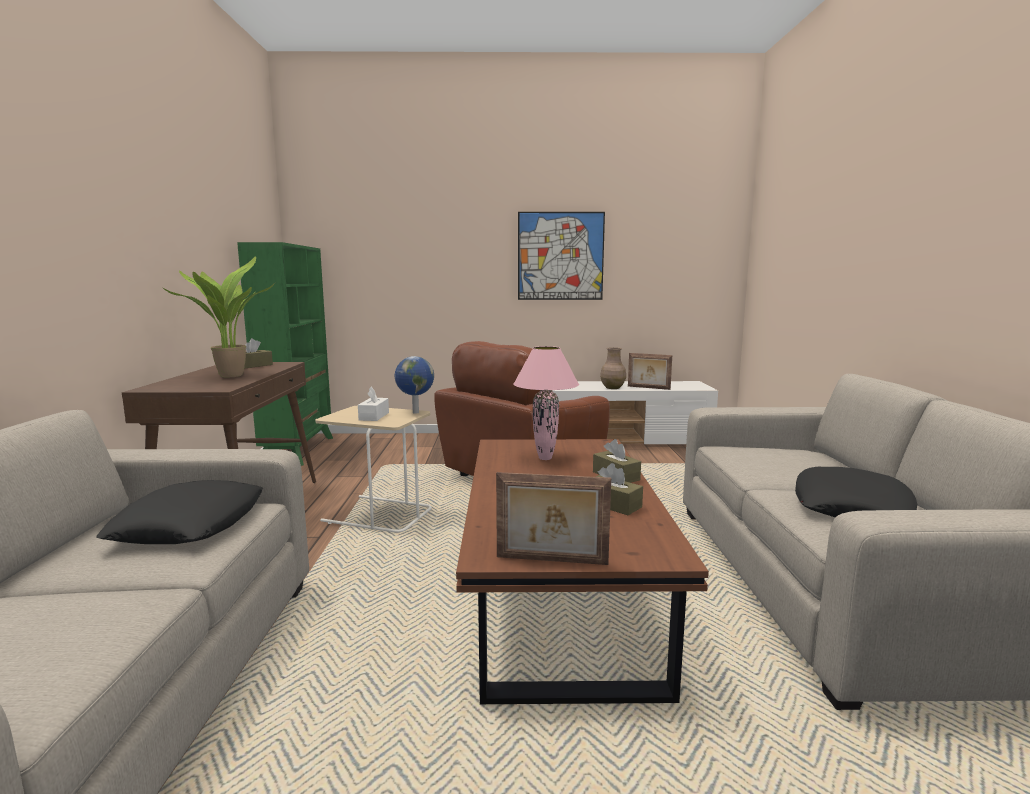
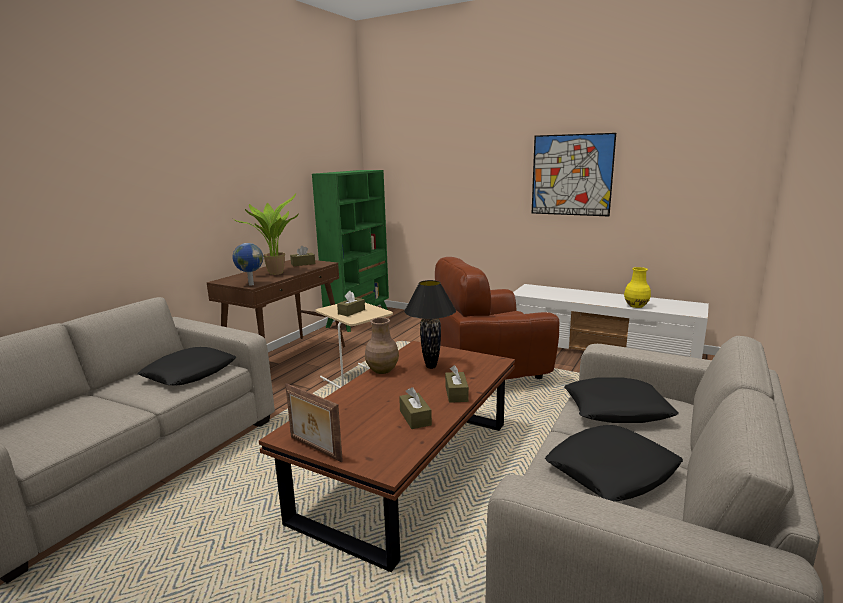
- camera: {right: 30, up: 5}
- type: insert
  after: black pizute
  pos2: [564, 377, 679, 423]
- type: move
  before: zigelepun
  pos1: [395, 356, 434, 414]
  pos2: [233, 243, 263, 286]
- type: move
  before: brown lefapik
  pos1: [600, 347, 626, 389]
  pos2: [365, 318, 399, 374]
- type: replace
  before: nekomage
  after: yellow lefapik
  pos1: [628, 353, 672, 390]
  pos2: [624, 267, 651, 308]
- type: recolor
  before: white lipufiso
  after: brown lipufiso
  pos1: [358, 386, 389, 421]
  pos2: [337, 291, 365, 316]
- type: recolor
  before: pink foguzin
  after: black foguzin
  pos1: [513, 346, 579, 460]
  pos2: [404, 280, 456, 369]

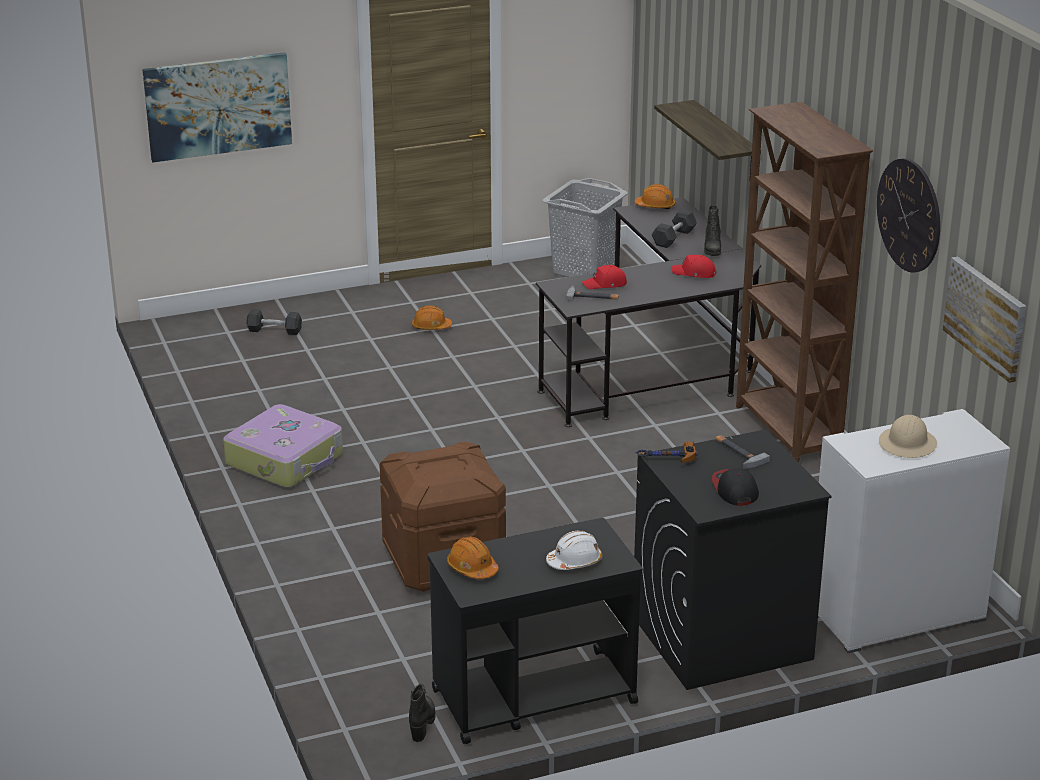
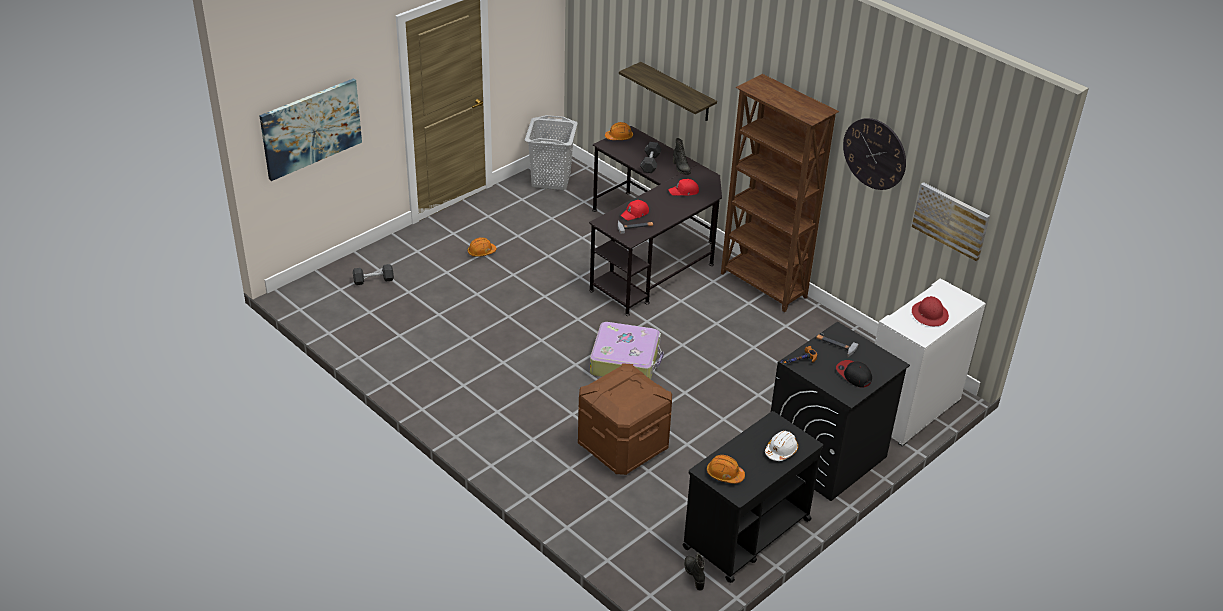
- camera: {right: -25, up: 10}
- type: move
  before: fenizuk
  pos1: [223, 404, 343, 488]
  pos2: [590, 322, 664, 379]
- type: recolor
  before: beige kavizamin
  after: red kavizamin
  pos1: [879, 415, 937, 458]
  pos2: [912, 296, 949, 326]

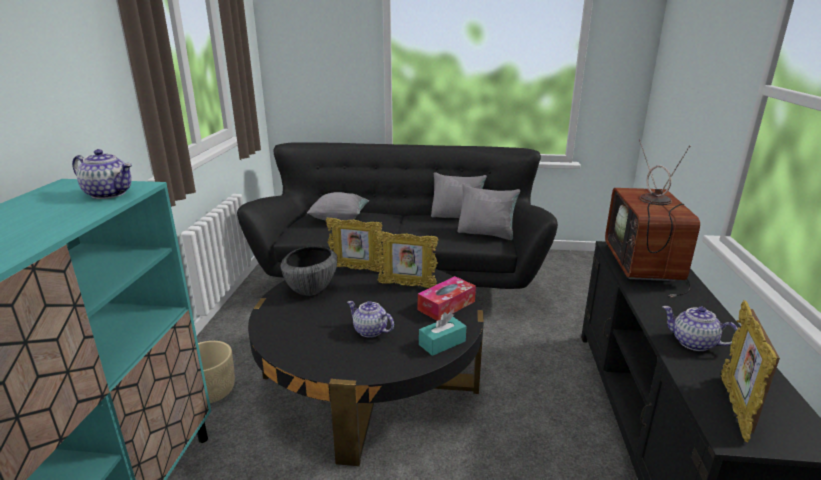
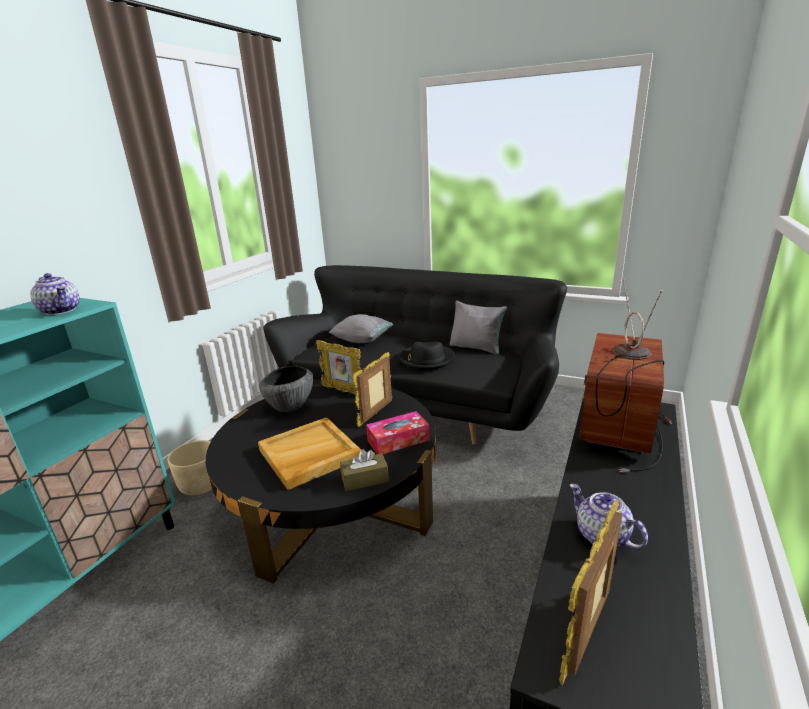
- camera: {right: 20, up: 0}
- type: delete
  before: grey pizute
  pos1: [457, 184, 520, 240]
- type: insert
  after: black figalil
  pos2: [399, 342, 455, 370]
- type: replace
  before: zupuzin
  after: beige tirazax
  pos1: [347, 301, 394, 338]
  pos2: [258, 417, 361, 490]
- type: recolor
  before: turquoise lipufiso
  after: brown lipufiso
  pos1: [419, 312, 466, 356]
  pos2: [340, 449, 389, 491]
- type: rotate
  before: nekomage
  pos1: [376, 231, 438, 288]
  pos2: [352, 352, 392, 427]
  turn: 90

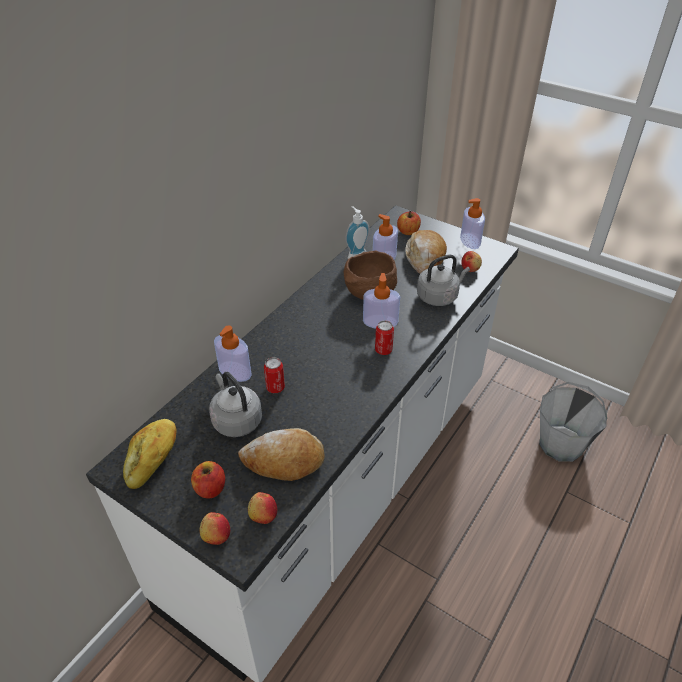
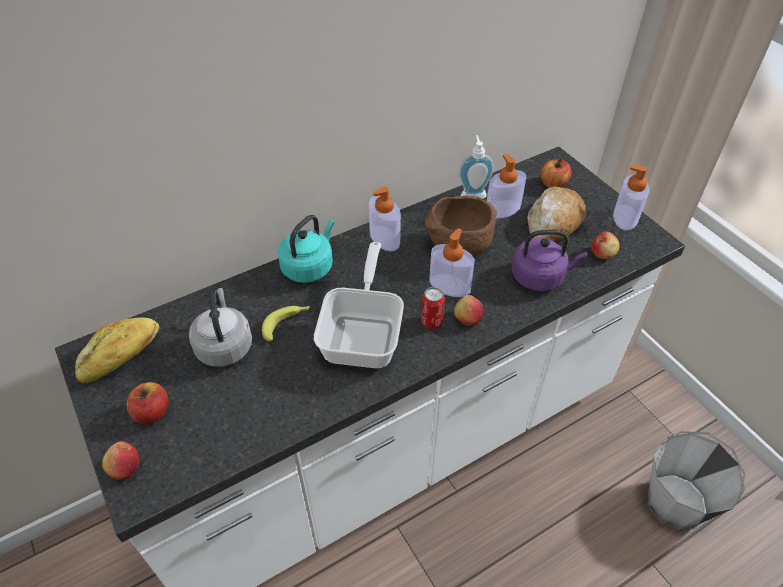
- camera: {right: 25, up: 5}
- type: delete
  before: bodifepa
  pos1: [238, 428, 325, 481]
- type: insert
  after: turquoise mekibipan
  pos2: [278, 215, 334, 283]
- type: insert
  after: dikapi
  pos2: [314, 242, 404, 368]
- type: move
  before: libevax
  pos1: [214, 325, 252, 382]
  pos2: [369, 187, 401, 252]
- type: move
  before: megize
  pos1: [248, 492, 277, 524]
  pos2: [454, 295, 483, 326]
- type: replace
  before: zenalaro
  after: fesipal
  pos1: [264, 357, 285, 393]
  pos2: [262, 306, 310, 341]
- type: recolor
  before: grey mekibipan
  after: purple mekibipan
  pos1: [417, 255, 470, 306]
  pos2: [512, 230, 587, 291]

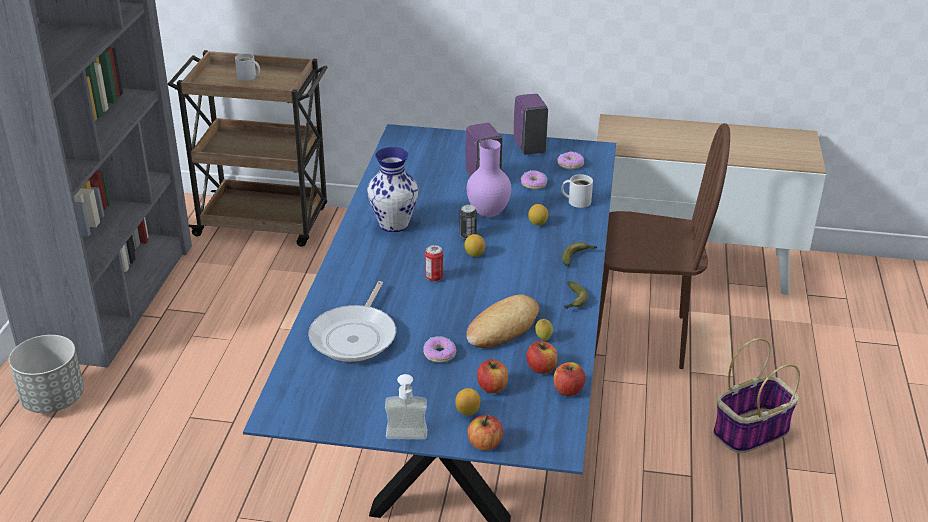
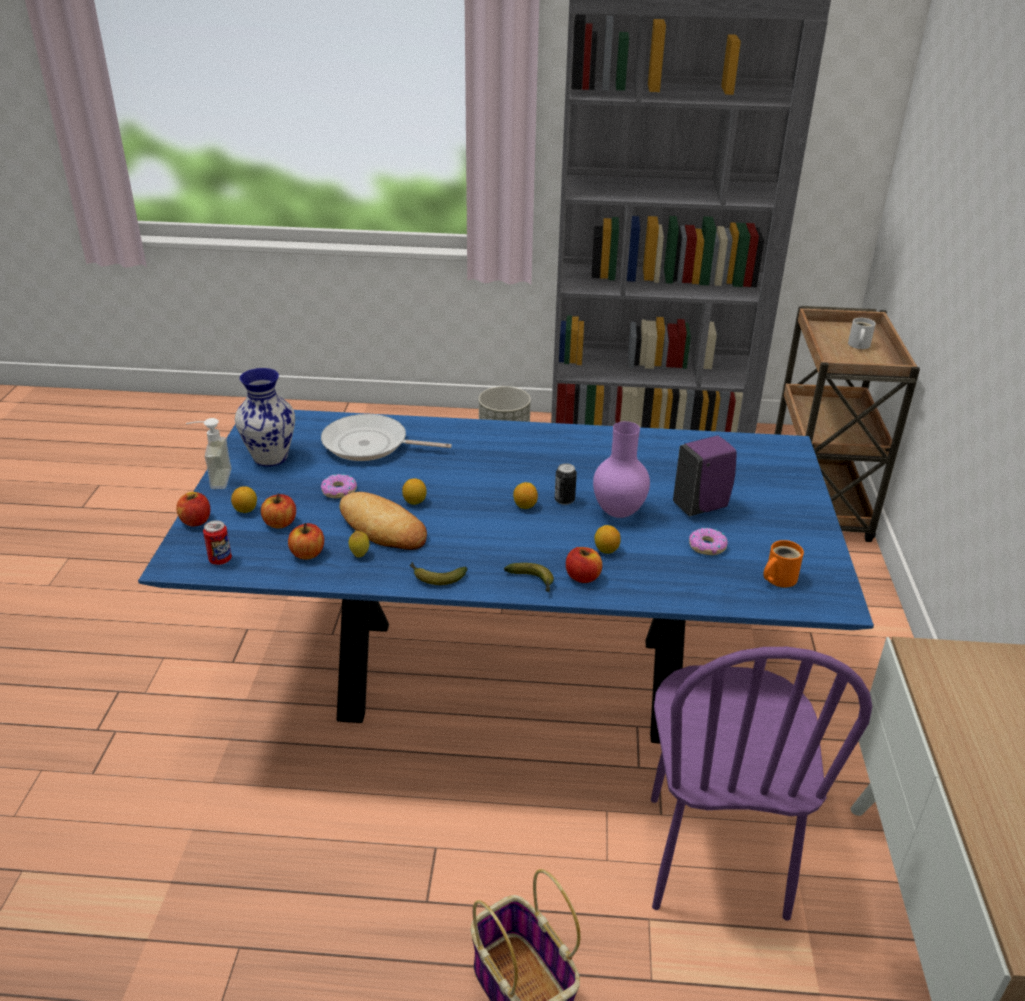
- camera: {right: 85, up: 0}
- type: delete
  before: purple libevax
  pos1: [514, 94, 548, 155]
- type: delete
  before: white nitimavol
  pos1: [561, 174, 593, 208]
- type: insert
  after: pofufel
  pos2: [402, 478, 427, 505]
- type: move
  before: lefapik
  pos1: [367, 147, 418, 232]
  pos2: [235, 368, 295, 467]
- type: move
  before: zenalaro
  pos1: [425, 245, 443, 281]
  pos2: [203, 520, 232, 565]
- type: move
  before: megize
  pos1: [554, 362, 586, 396]
  pos2: [566, 547, 602, 583]
- type: replace
  before: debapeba
  after: orange nitimavol
  pos1: [557, 152, 584, 169]
  pos2: [764, 540, 804, 587]
- type: recolor
  before: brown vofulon
  after: purple vofulon
  pos1: [595, 123, 730, 369]
  pos2: [651, 647, 872, 920]

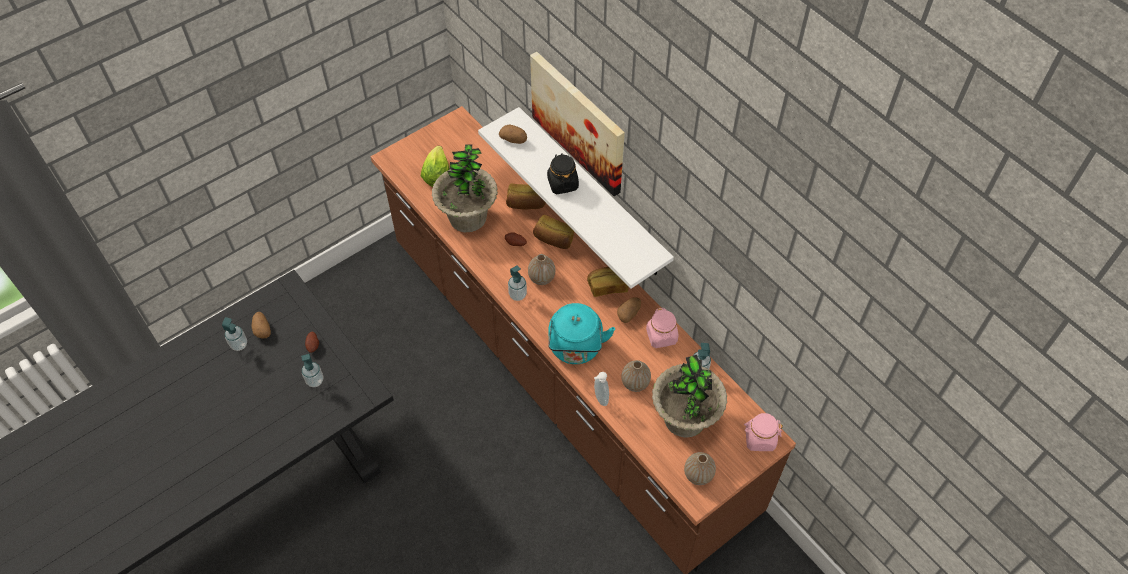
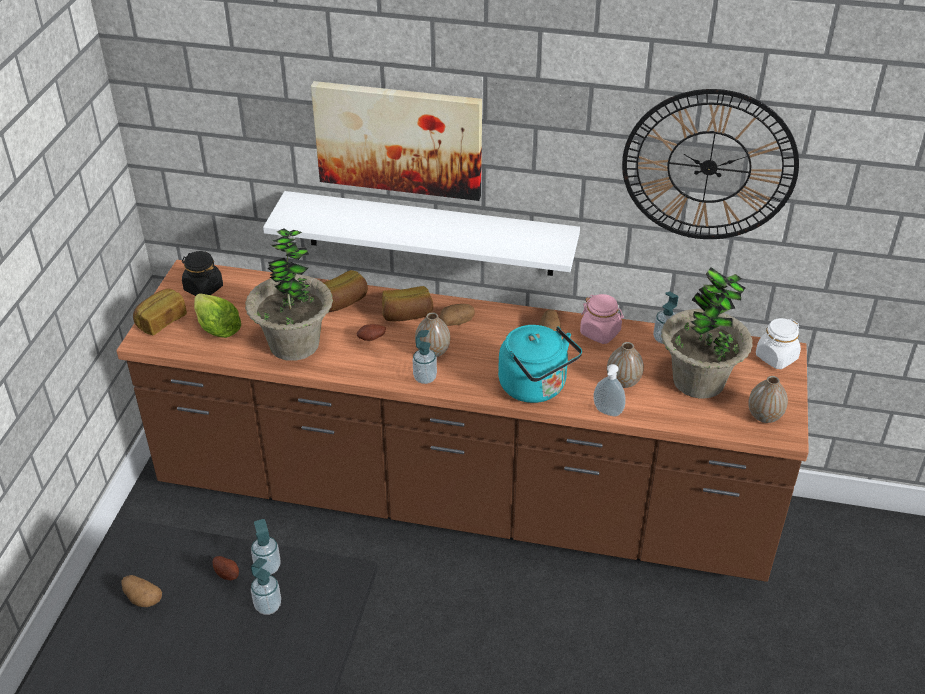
- camera: {right: -40, up: -15}
- type: insert
  after: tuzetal
  pos2: [622, 89, 799, 239]
- type: move
  before: libevax
  pos1: [222, 317, 247, 351]
  pos2: [251, 519, 281, 575]
- type: move
  before: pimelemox
  pos1: [499, 124, 527, 144]
  pos2: [439, 304, 475, 326]
- type: move
  before: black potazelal
  pos1: [547, 153, 579, 194]
  pos2: [182, 251, 223, 296]
- type: move
  before: bodifepa
  pos1: [587, 267, 629, 297]
  pos2: [133, 288, 187, 335]
- type: recolor
  before: pink potazelal
  after: white potazelal
  pos1: [744, 413, 783, 451]
  pos2: [756, 318, 801, 369]

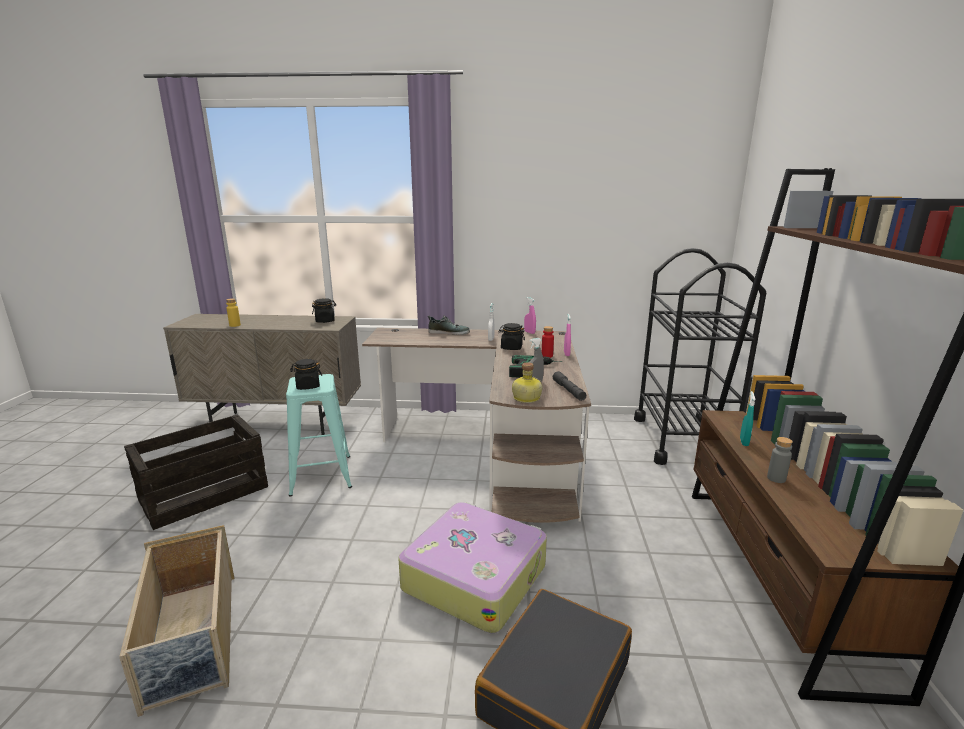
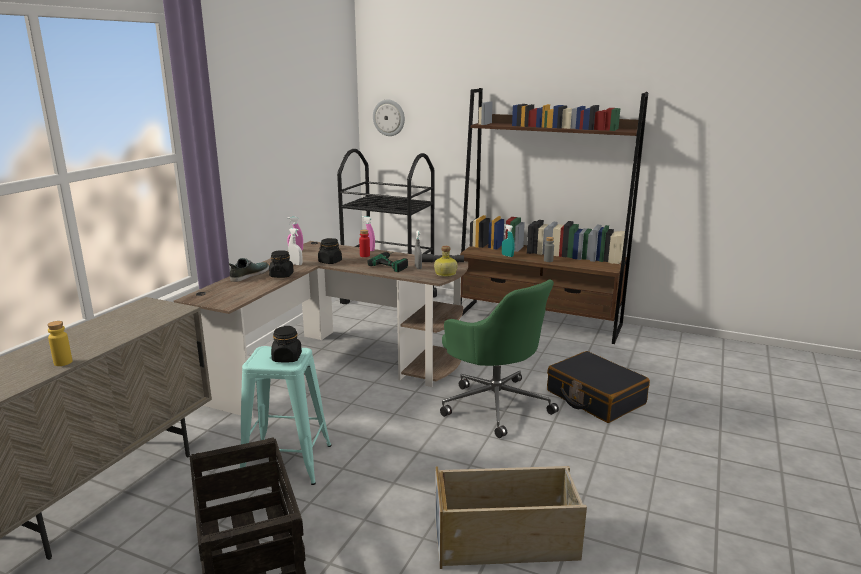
- camera: {right: -70, up: 0}
- type: insert
  after: tuzetal
  pos2: [373, 100, 405, 136]
- type: move
  before: black potazelal
  pos1: [312, 298, 336, 323]
  pos2: [269, 250, 294, 278]
- type: replace
  before: fenizuk
  after: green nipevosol
  pos1: [398, 502, 547, 633]
  pos2: [440, 280, 559, 438]

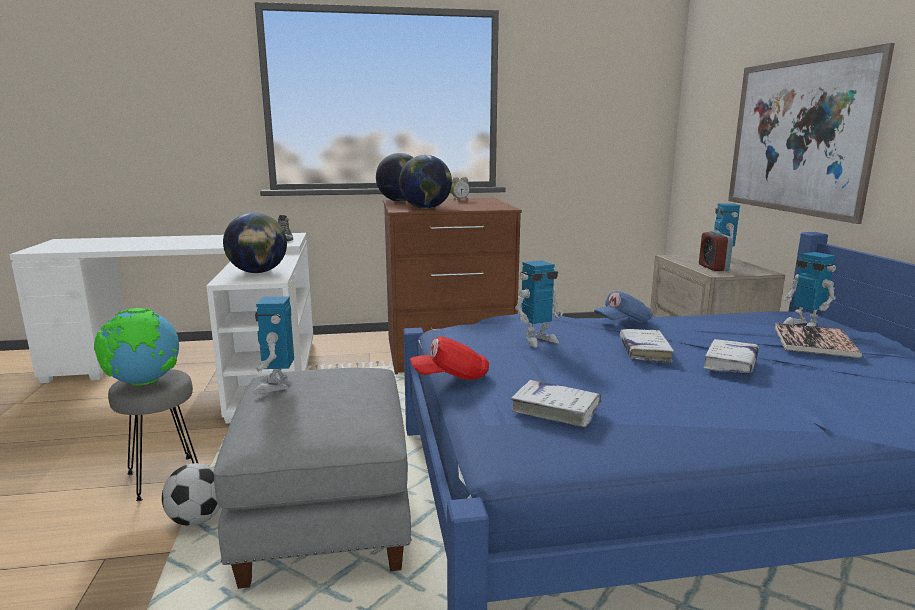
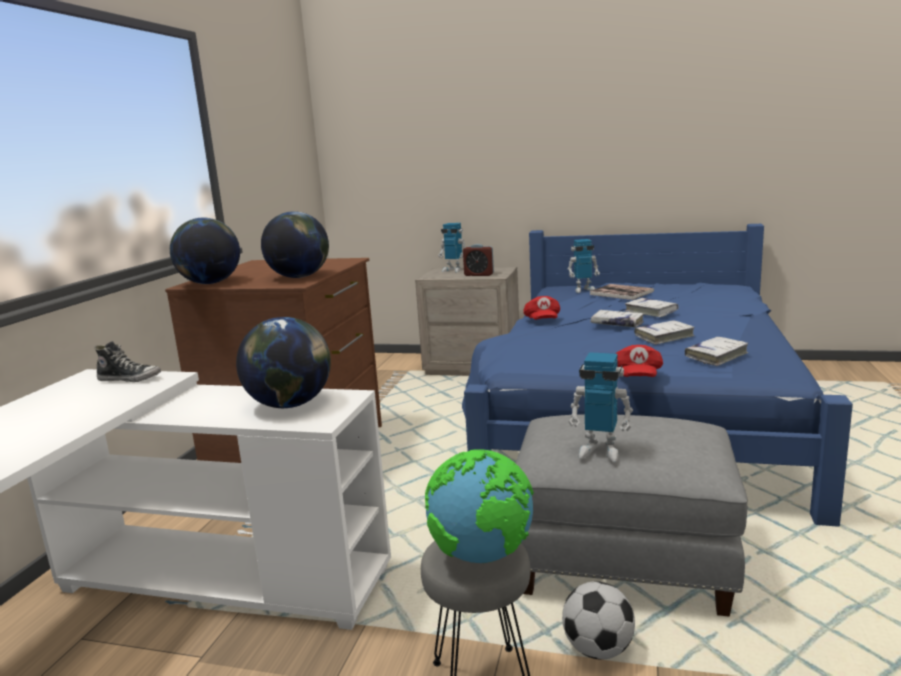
- camera: {right: -65, up: 0}
- type: delete
  before: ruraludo
  pos1: [451, 177, 470, 201]
- type: delete
  before: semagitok
  pos1: [515, 260, 563, 347]
- type: delete
  before: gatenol
  pos1: [728, 43, 895, 224]
- type: insert
  after: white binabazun
  pos2: [634, 320, 695, 345]
- type: recolor
  before: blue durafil
  after: red durafil
  pos1: [594, 291, 653, 323]
  pos2: [523, 296, 560, 320]

